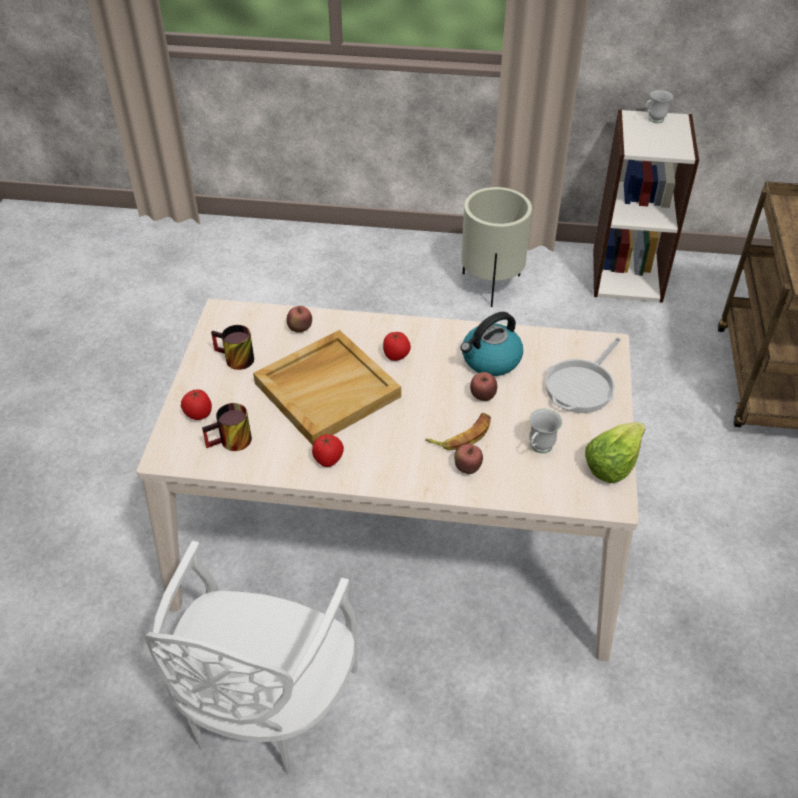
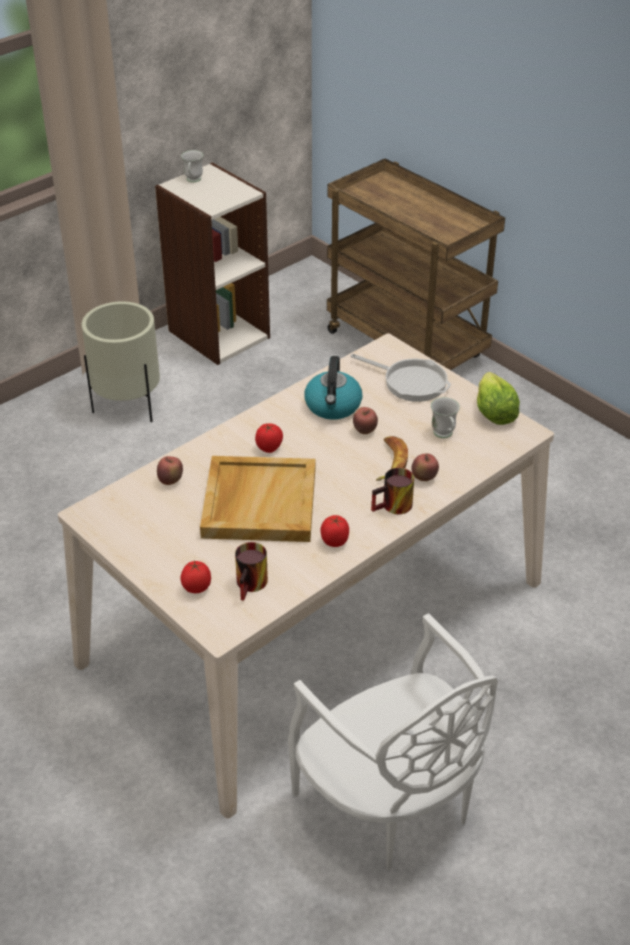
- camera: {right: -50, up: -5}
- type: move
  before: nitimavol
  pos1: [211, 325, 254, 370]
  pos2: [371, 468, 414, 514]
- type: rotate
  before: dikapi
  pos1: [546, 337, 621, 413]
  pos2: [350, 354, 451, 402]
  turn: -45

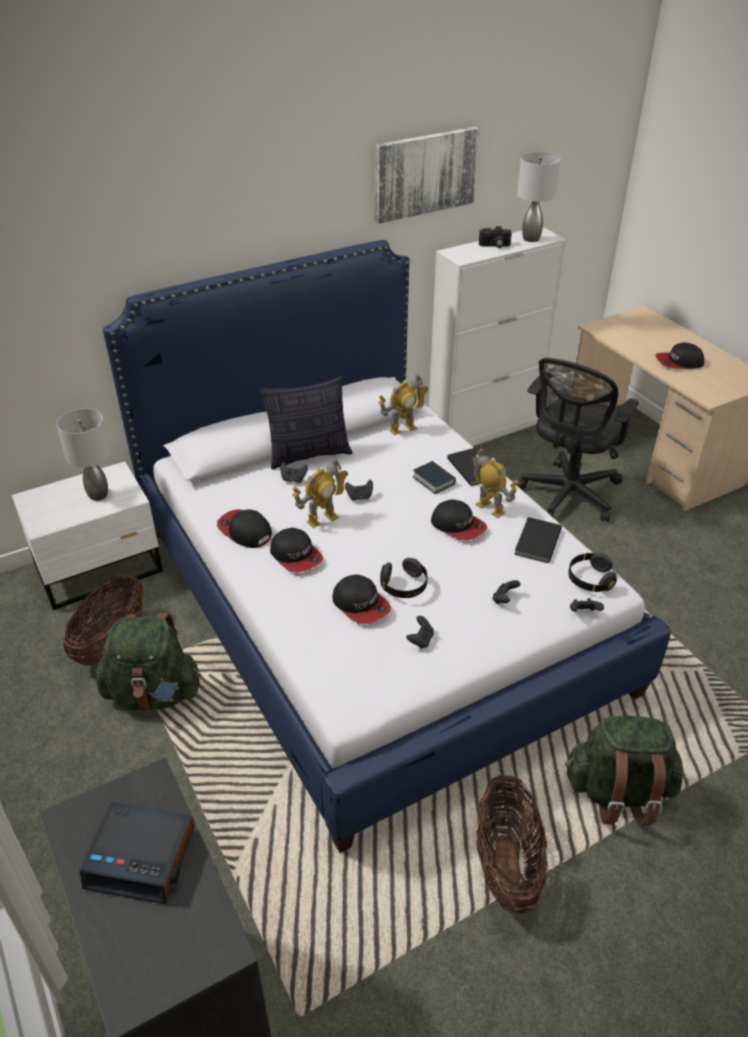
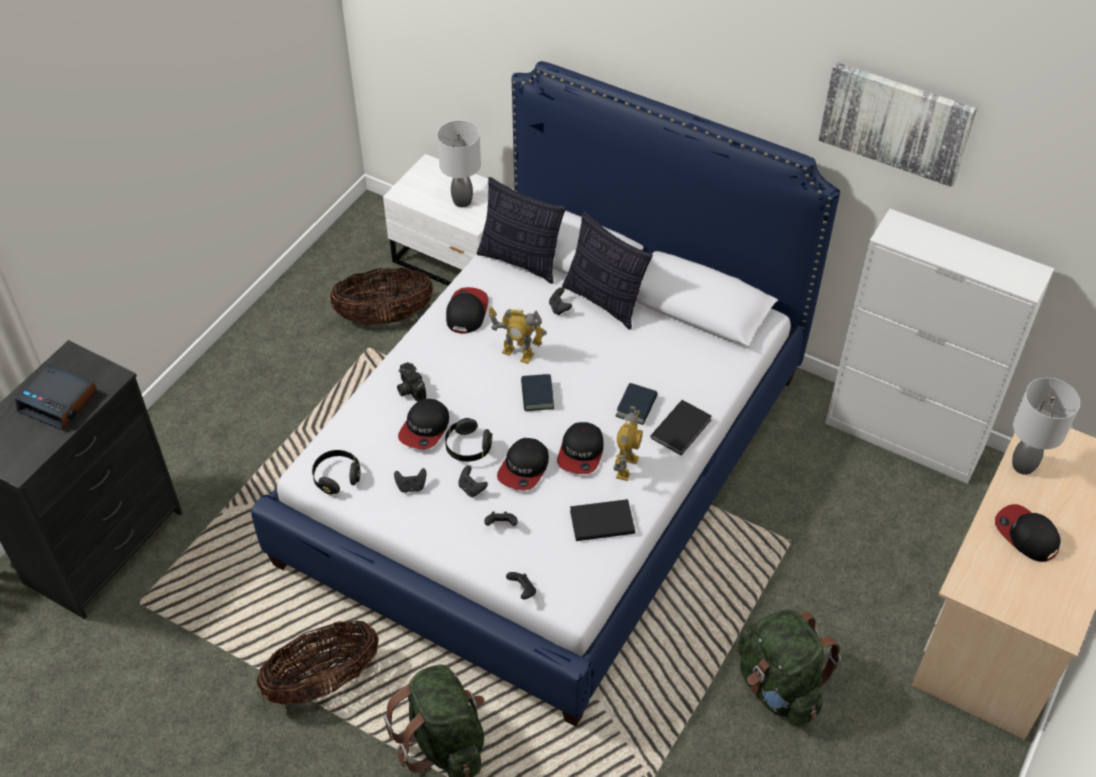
- camera: {right: 60, up: 10}
- type: delete
  before: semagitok
  pos1: [378, 373, 428, 435]
- type: delete
  before: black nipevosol
  pos1: [517, 358, 639, 521]
- type: insert
  after: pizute
  pos2: [477, 177, 566, 284]
- type: insert
  after: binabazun
  pos2: [521, 374, 554, 411]
- type: move
  before: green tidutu
  pos1: [96, 613, 202, 711]
  pos2: [738, 610, 841, 726]
- type: move
  before: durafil
  pos1: [270, 528, 323, 573]
  pos2: [497, 438, 549, 491]
- type: move
  before: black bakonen
  pos1: [345, 480, 373, 501]
  pos2: [458, 466, 488, 497]
- type: move
  before: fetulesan
  pos1: [479, 226, 512, 248]
  pos2: [397, 362, 426, 401]
- type: move
  before: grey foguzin
  pos1: [517, 152, 560, 242]
  pos2: [1012, 378, 1080, 475]
- type: move
  before: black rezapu
  pos1: [568, 553, 617, 592]
  pos2: [312, 450, 360, 495]
- type: rotate
  before: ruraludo
  pos1: [80, 802, 195, 904]
  pos2: [15, 364, 98, 431]
  turn: -45

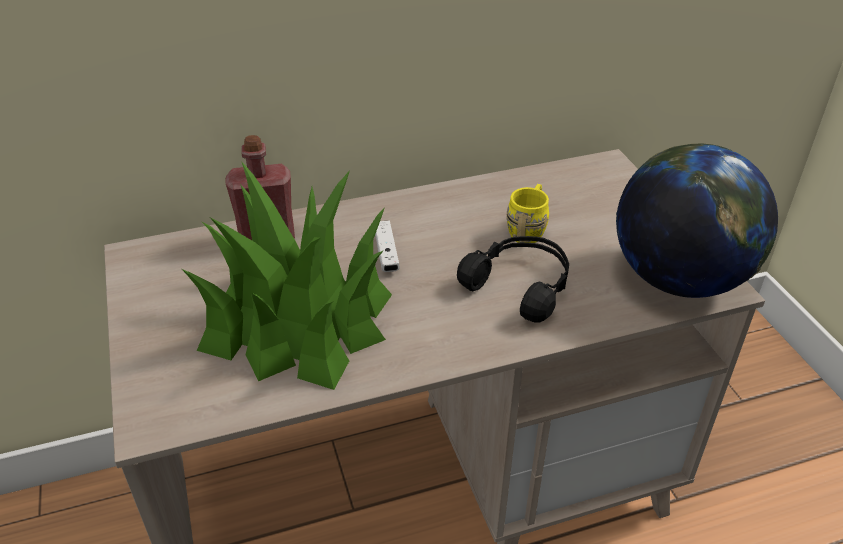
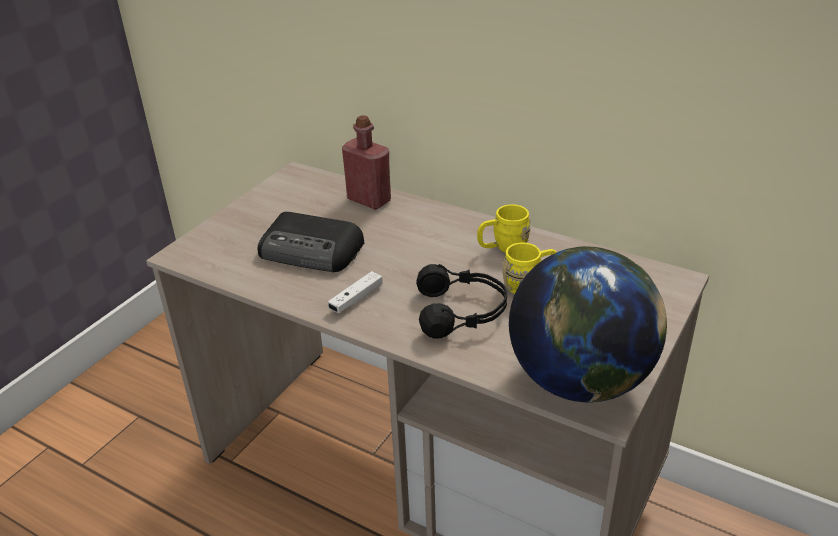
- camera: {right: 50, up: -5}
- type: insert
  after: yellow nitimavol
  pos2: [477, 204, 531, 253]
- type: move
  before: white bakonen
  pos1: [375, 221, 400, 272]
  pos2: [328, 271, 383, 313]
- type: replace
  before: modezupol
  after: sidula
  pos1: [182, 161, 392, 390]
  pos2: [258, 212, 364, 272]

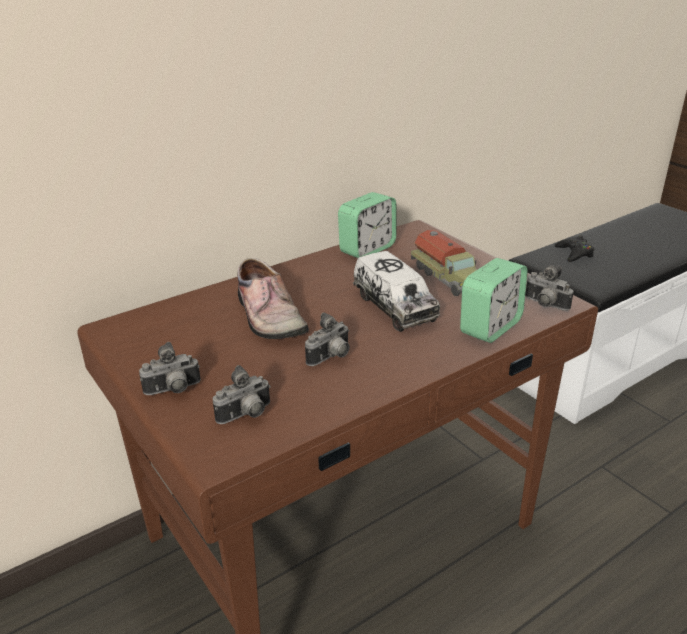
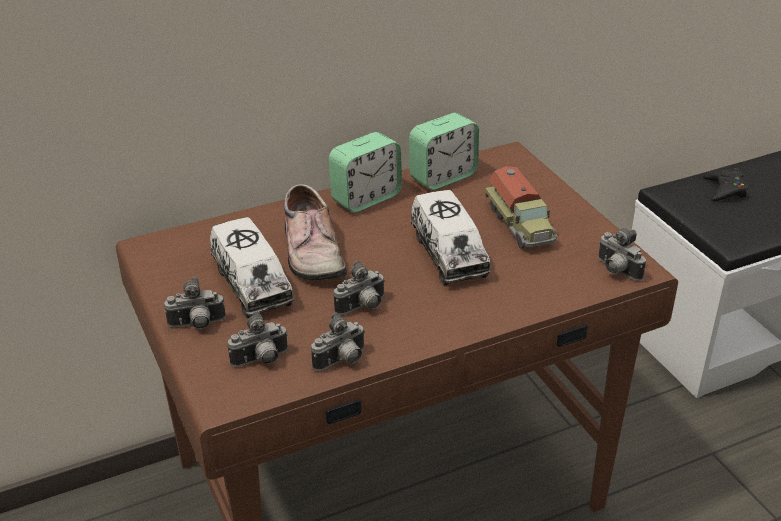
- camera: {right: 10, up: 5}
- type: insert
  after: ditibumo
  pos2: [210, 217, 294, 318]
- type: insert
  after: fetulesan
  pos2: [311, 312, 365, 371]
- type: move
  before: ruraludo
  pos1: [460, 258, 528, 343]
  pos2: [329, 132, 402, 213]

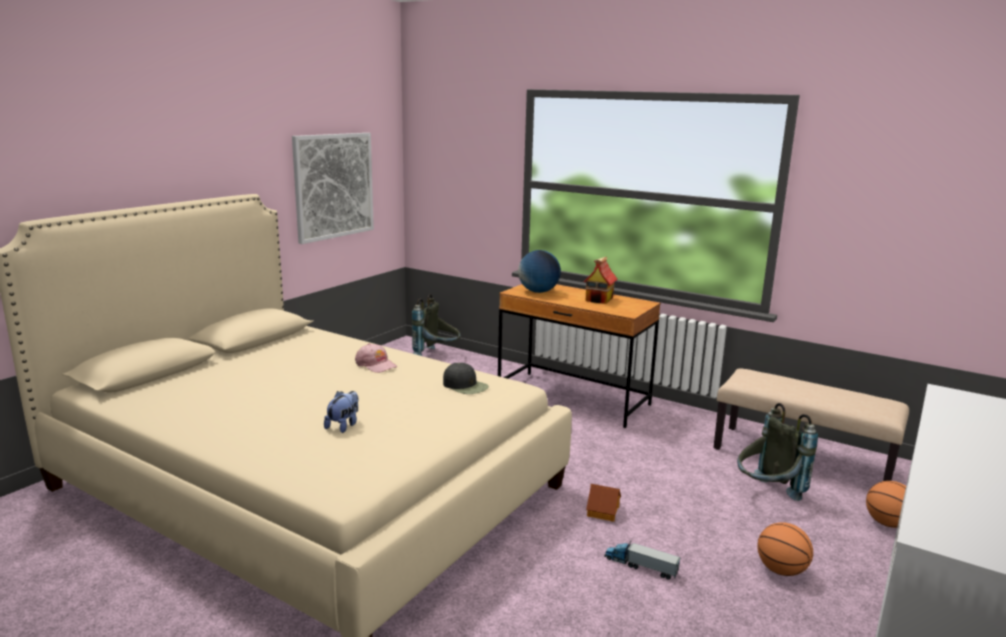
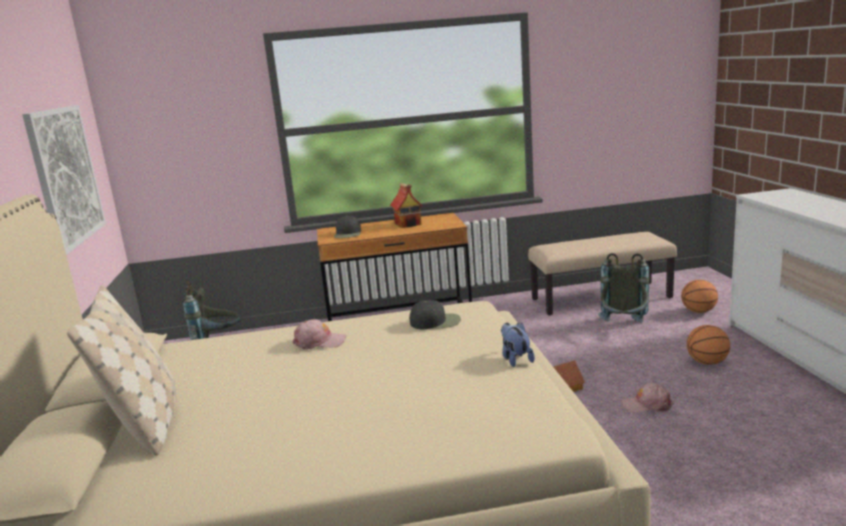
- camera: {right: -40, up: 0}
- type: insert
  after: beige pizute
  pos2: [67, 285, 176, 456]
- type: move
  before: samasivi
  pos1: [324, 391, 359, 433]
  pos2: [501, 323, 535, 367]
- type: replace
  before: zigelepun
  after: black durafil
  pos1: [518, 250, 561, 293]
  pos2: [334, 216, 361, 238]
- type: replace
  before: ditibumo
  after: pink durafil
  pos1: [604, 541, 681, 580]
  pos2: [622, 383, 674, 413]

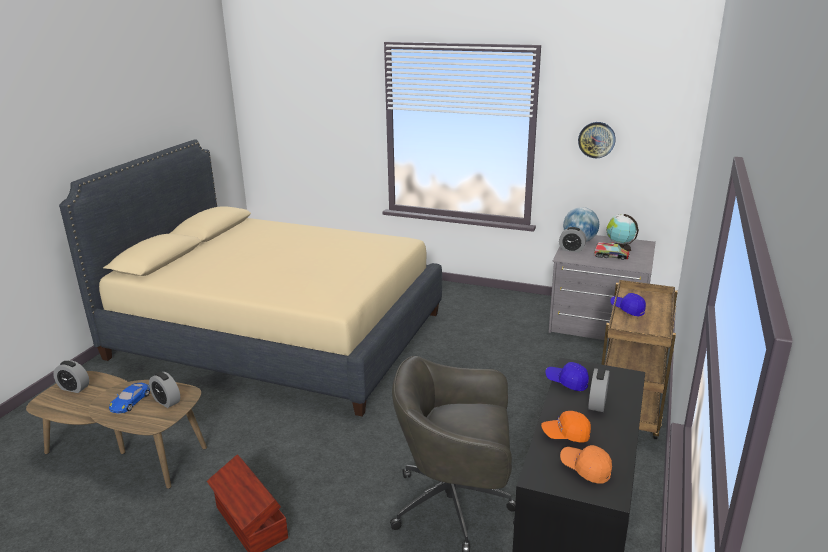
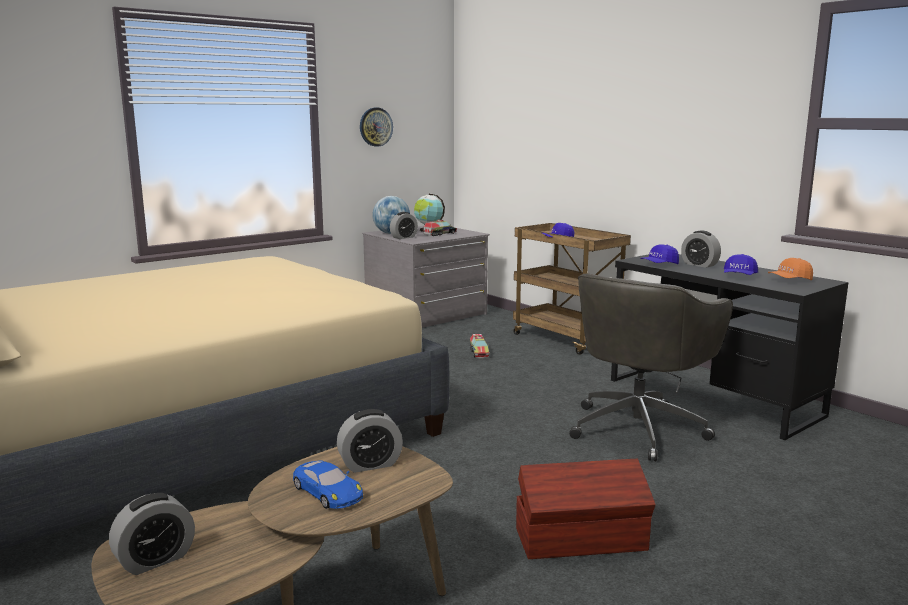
- camera: {right: -60, up: -10}
- type: insert
  after: ditibumo
  pos2: [470, 334, 489, 359]
- type: recolor
  before: orange durafil
  after: blue durafil
  pos1: [541, 411, 591, 442]
  pos2: [724, 254, 758, 275]

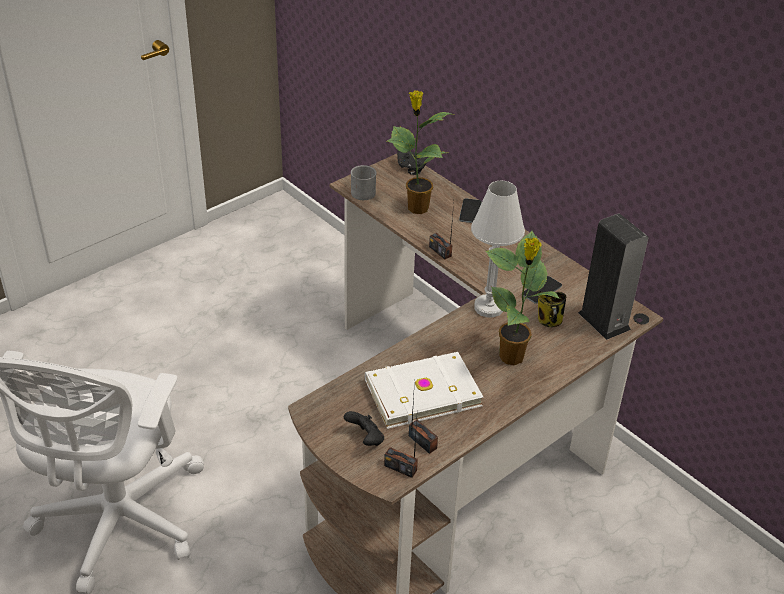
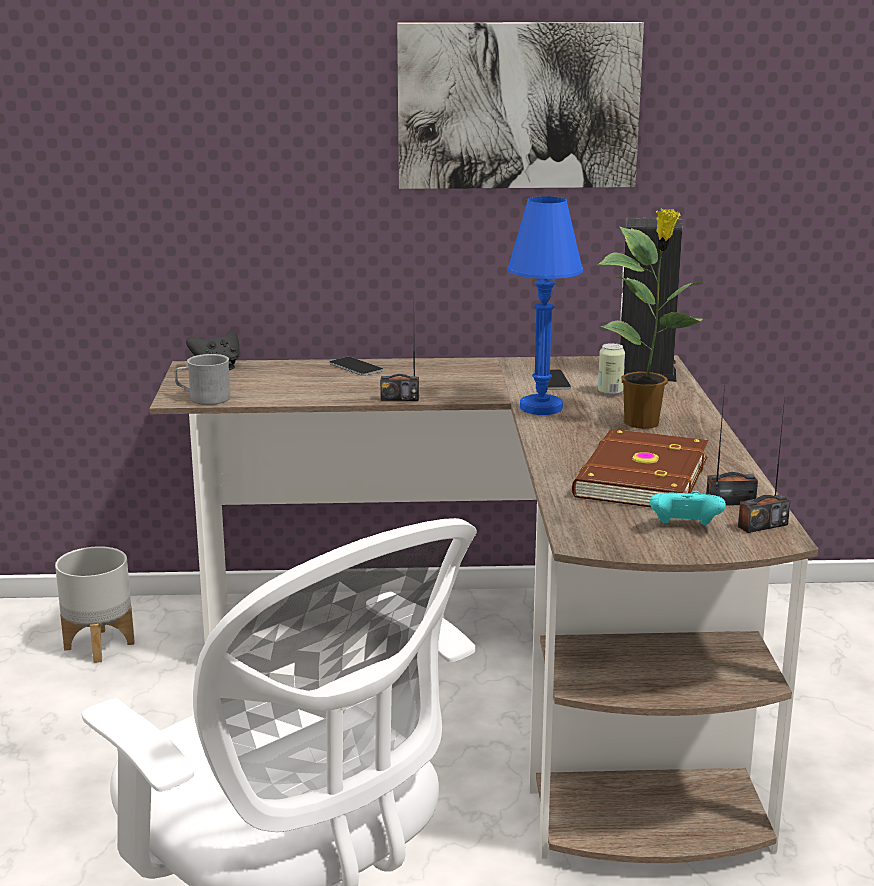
- camera: {right: -50, up: -20}
- type: delete
  before: modezupol
  pos1: [387, 91, 455, 214]
- type: insert
  after: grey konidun
  pos2: [55, 546, 134, 663]
- type: insert
  after: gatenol
  pos2: [397, 22, 644, 189]
- type: replace
  before: nitimavol
  after: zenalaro
  pos1: [538, 291, 566, 327]
  pos2: [598, 343, 625, 396]
- type: recolor
  before: black bakonen
  after: turquoise bakonen
  pos1: [344, 411, 384, 446]
  pos2: [650, 491, 726, 525]
- type: recolor
  before: white binabazun
  after: brown binabazun
  pos1: [365, 352, 483, 429]
  pos2: [572, 429, 709, 508]
- type: recolor
  before: white foguzin
  after: blue foguzin
  pos1: [471, 181, 525, 318]
  pos2: [507, 196, 583, 415]

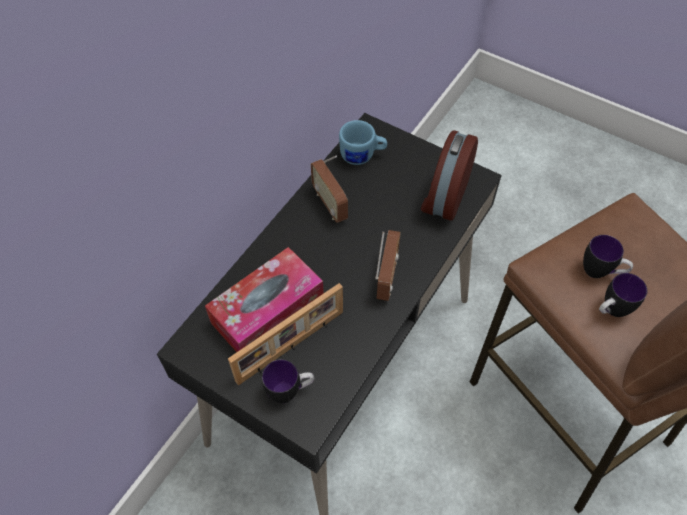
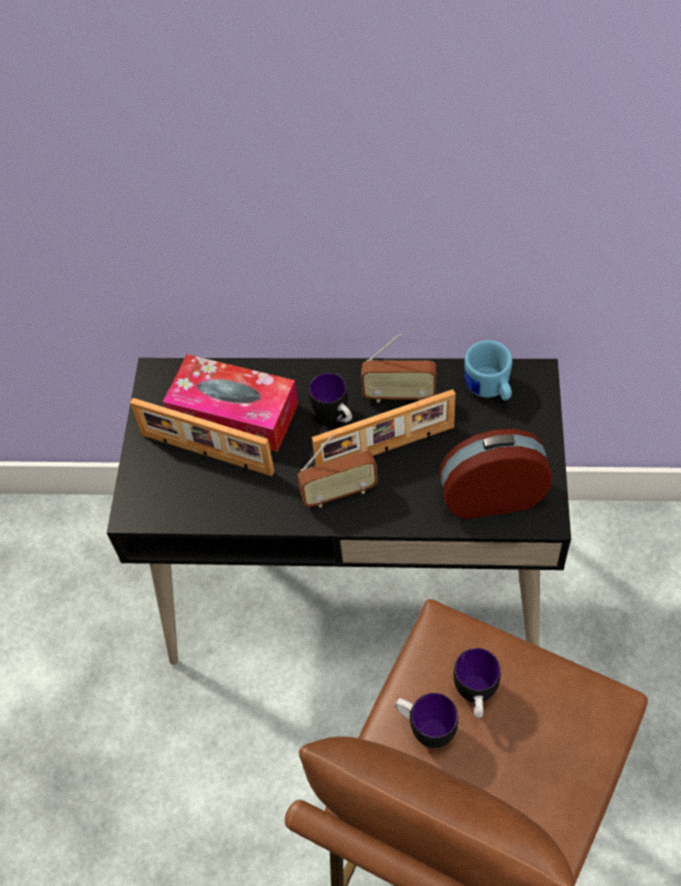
- camera: {right: 65, up: 0}
- type: insert
  after: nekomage
  pos2: [312, 389, 456, 466]
- type: move
  before: nitimavol
  pos1: [262, 359, 314, 403]
  pos2: [309, 373, 352, 423]
- type: rotate
  before: sidula
  pos1: [311, 156, 348, 223]
  pos2: [361, 334, 436, 403]
  turn: -120

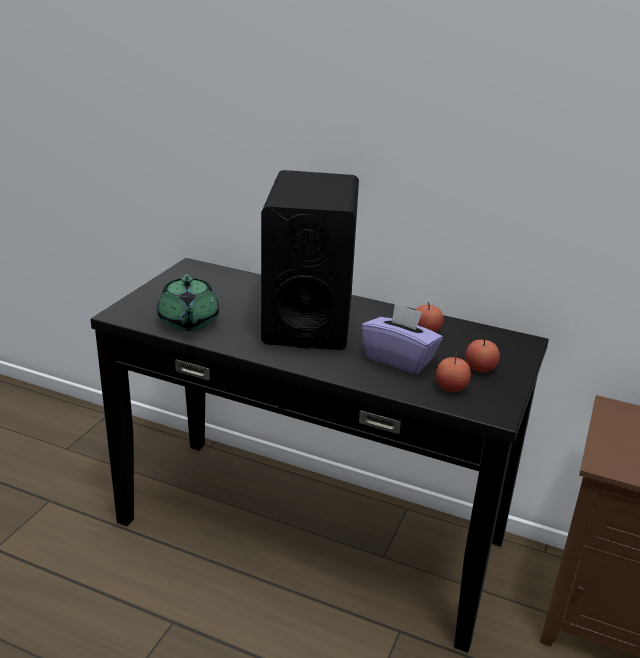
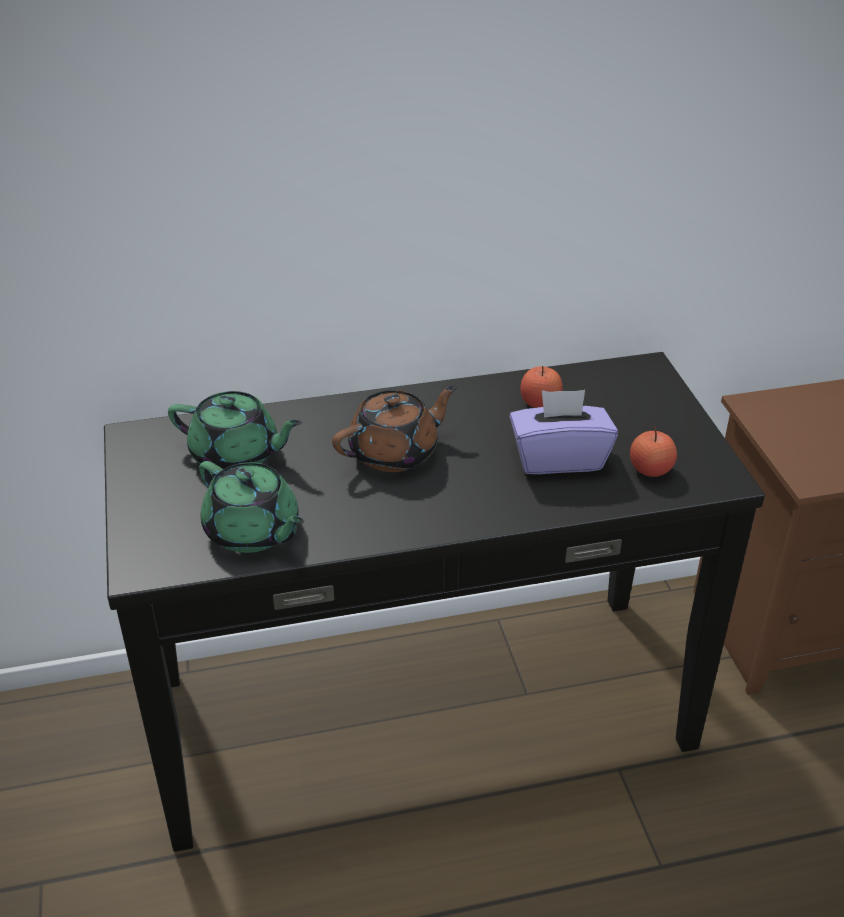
- camera: {right: -35, up: 10}
- type: delete
  before: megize
  pos1: [465, 336, 500, 373]
- type: insert
  after: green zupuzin
  pos2: [168, 391, 302, 469]
- type: replace
  before: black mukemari
  after: brown zupuzin
  pos1: [261, 170, 359, 350]
  pos2: [332, 385, 458, 472]

